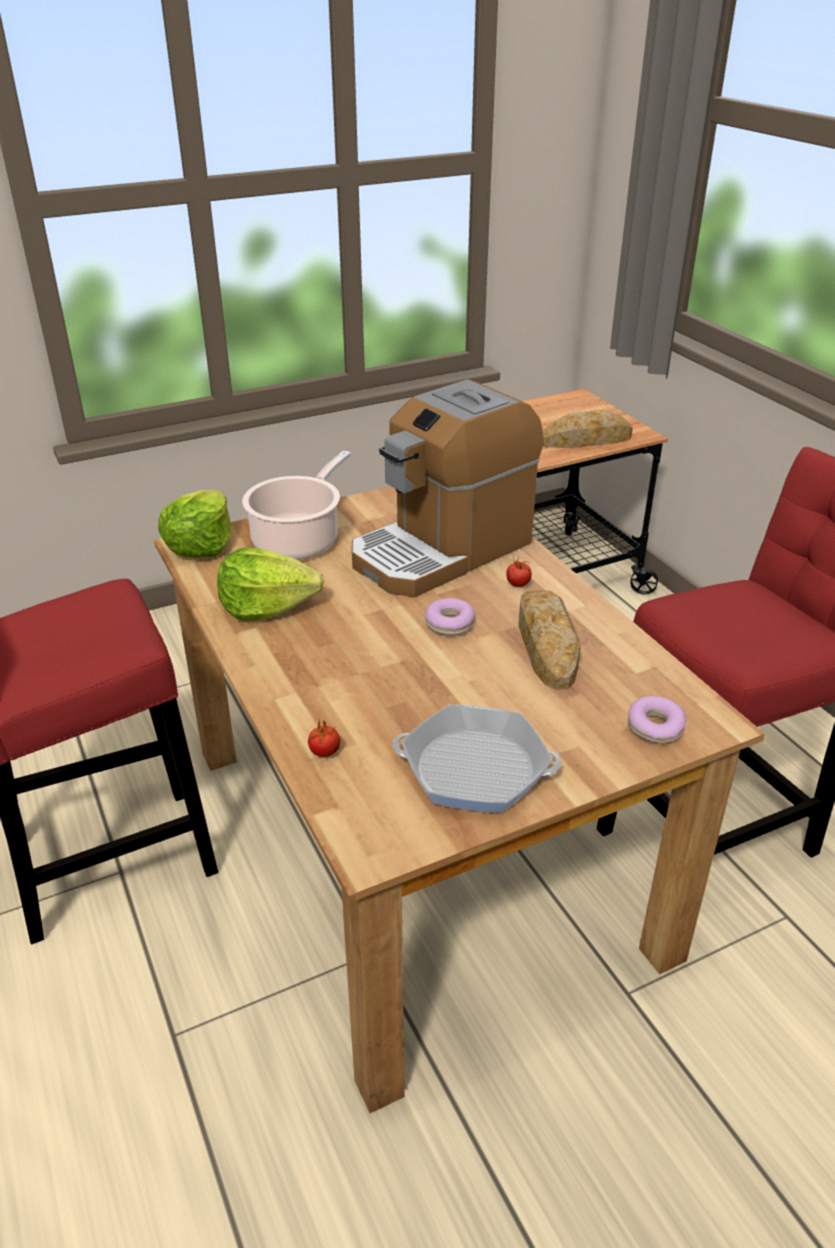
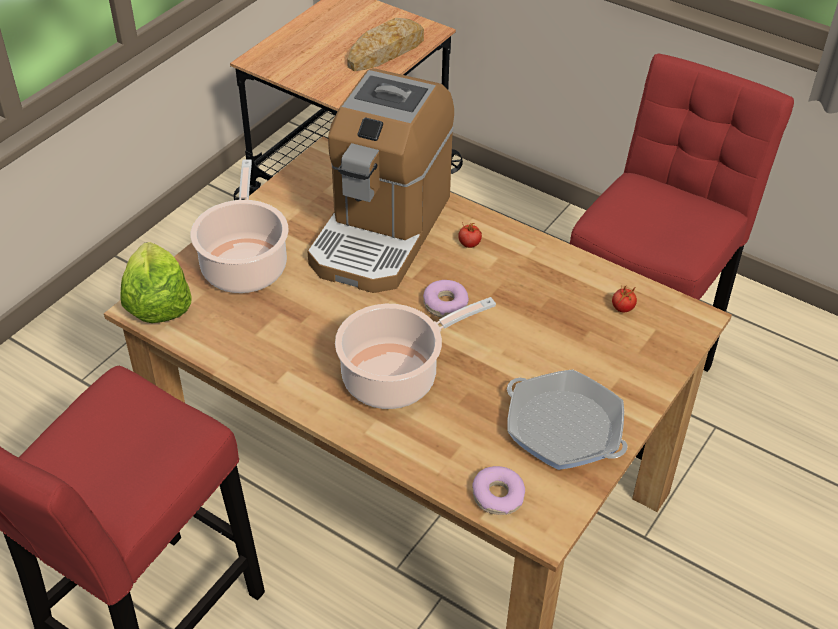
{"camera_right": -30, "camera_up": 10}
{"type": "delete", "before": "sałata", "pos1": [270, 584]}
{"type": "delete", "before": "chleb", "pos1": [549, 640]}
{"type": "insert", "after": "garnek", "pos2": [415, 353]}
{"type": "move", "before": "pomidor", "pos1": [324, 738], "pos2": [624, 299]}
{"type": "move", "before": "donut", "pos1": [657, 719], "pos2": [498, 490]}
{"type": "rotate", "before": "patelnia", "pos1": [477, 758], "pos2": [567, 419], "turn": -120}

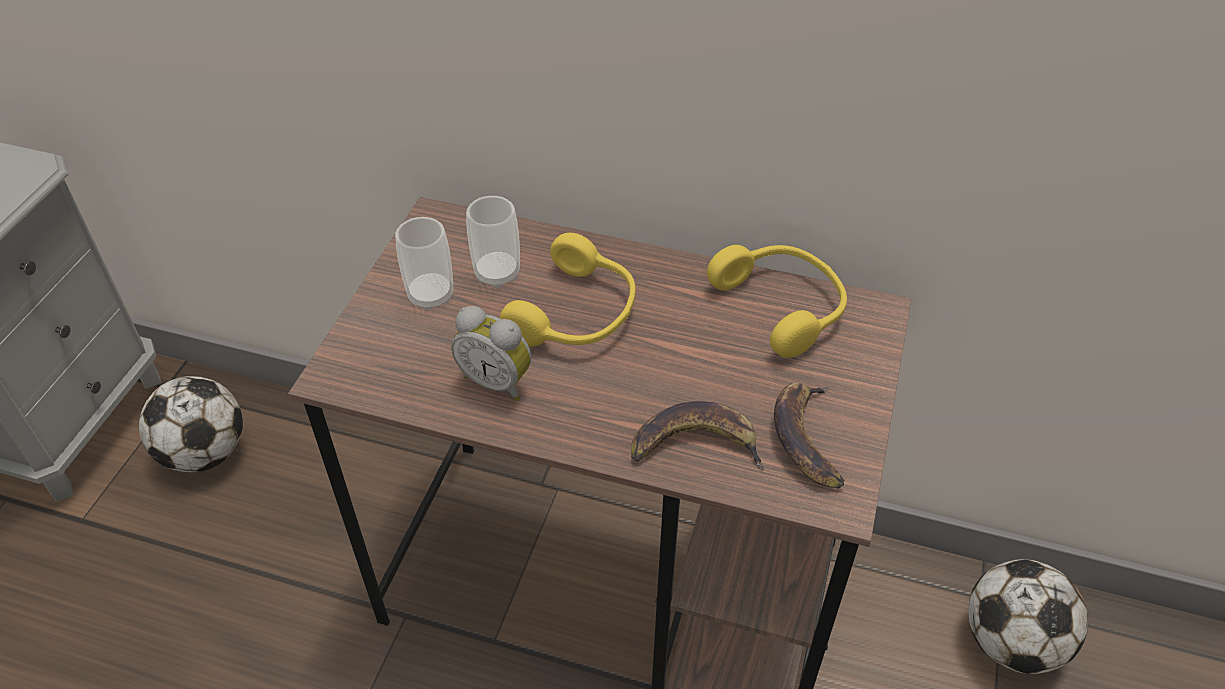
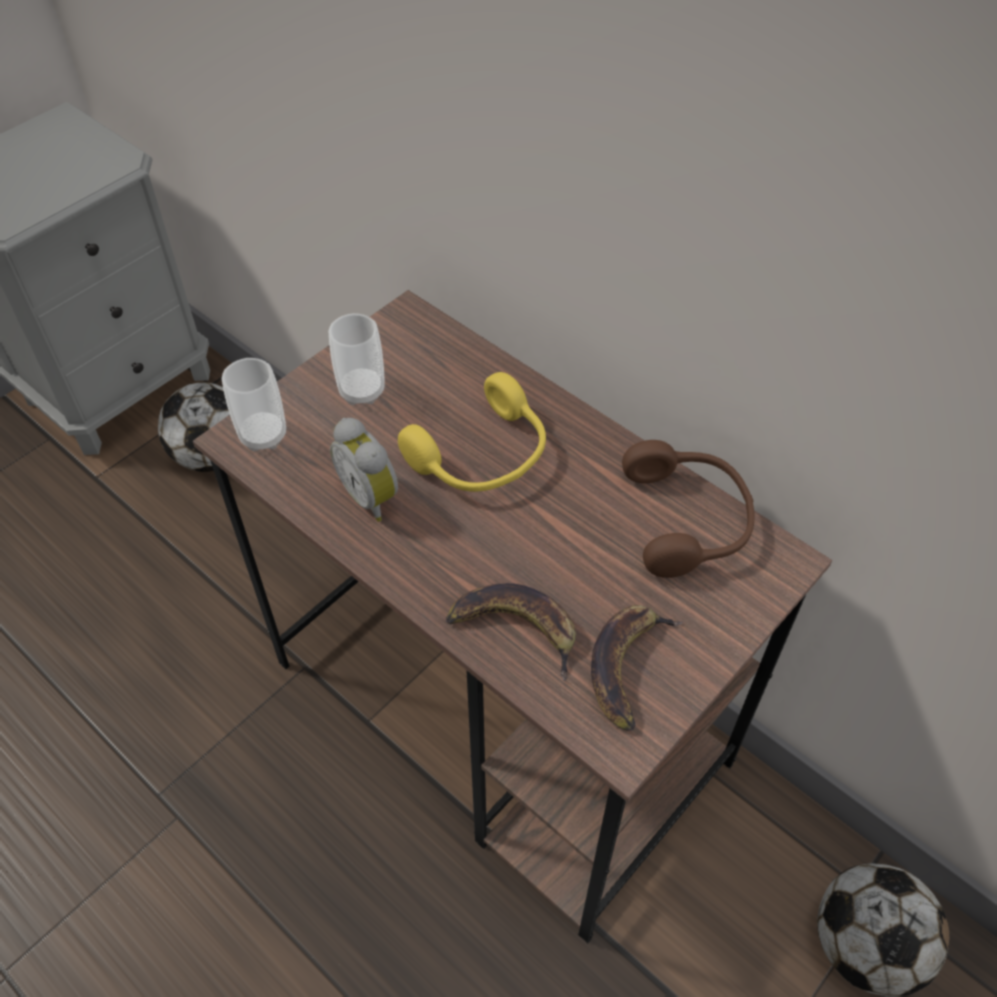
{"camera_right": 25, "camera_up": 5}
{"type": "move", "before": "filiżanka", "pos1": [493, 242], "pos2": [254, 404]}
{"type": "recolor", "before": "słuchawki/żółty", "after": "słuchawki/brązowy", "pos1": [777, 301], "pos2": [688, 509]}

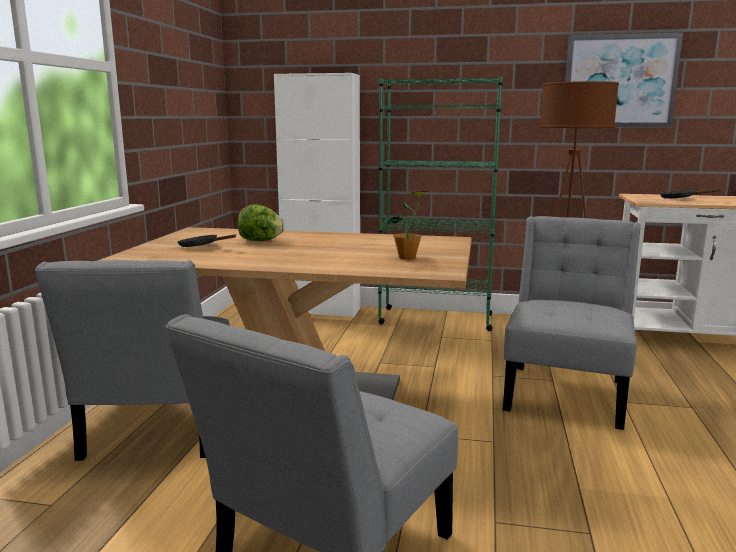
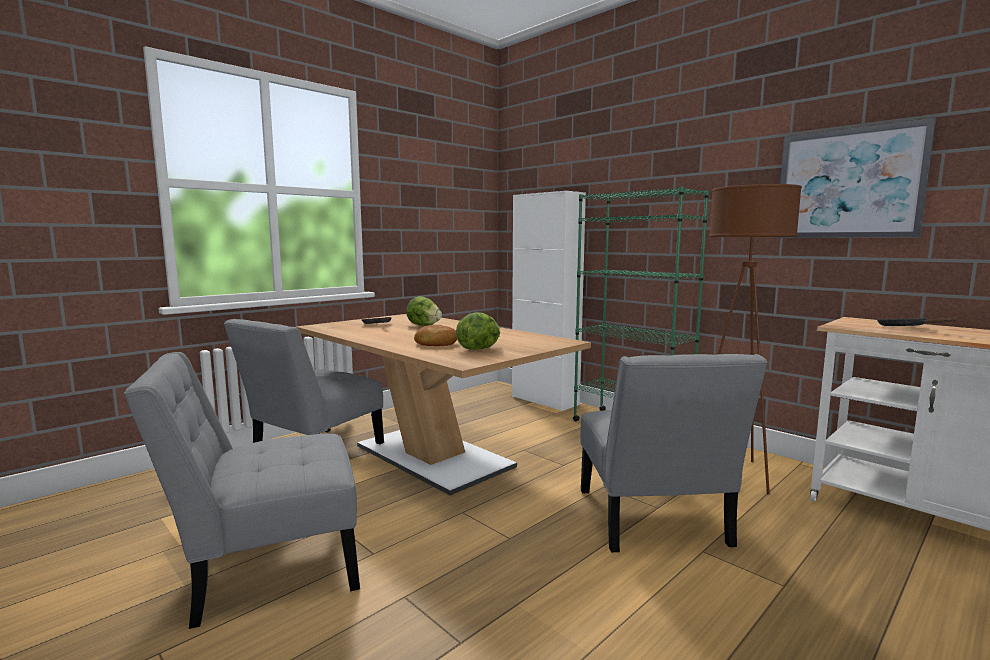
{"camera_right": 35, "camera_up": -5}
{"type": "insert", "after": "chleb", "pos2": [435, 335]}
{"type": "replace", "before": "roślina doniczkowa", "after": "sałata", "pos1": [407, 225], "pos2": [478, 331]}
{"type": "rotate", "before": "krzesło/szary", "pos1": [572, 323], "pos2": [674, 453], "turn": 120}

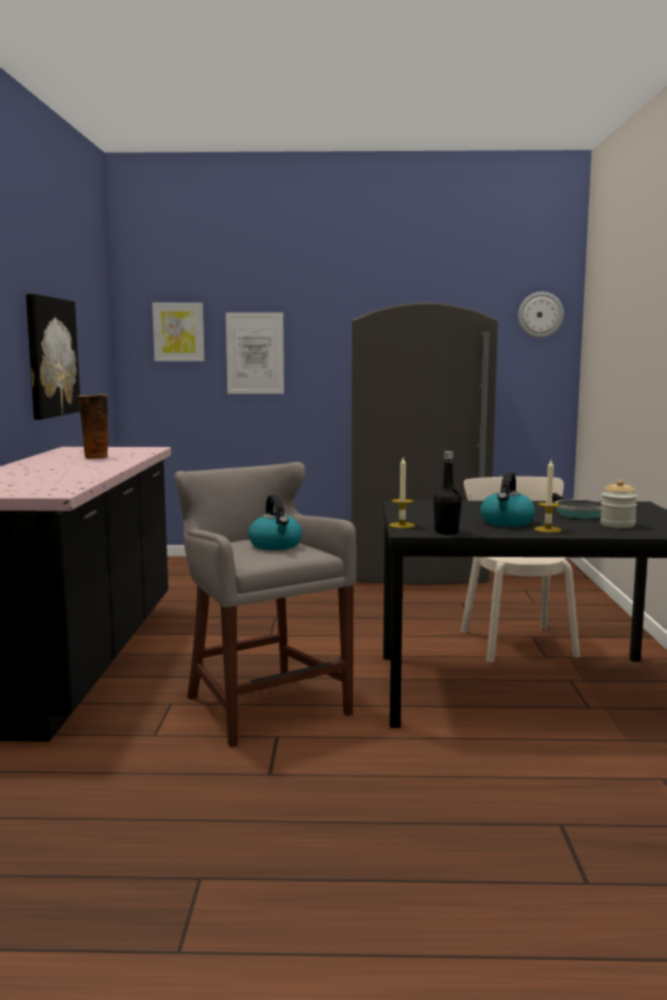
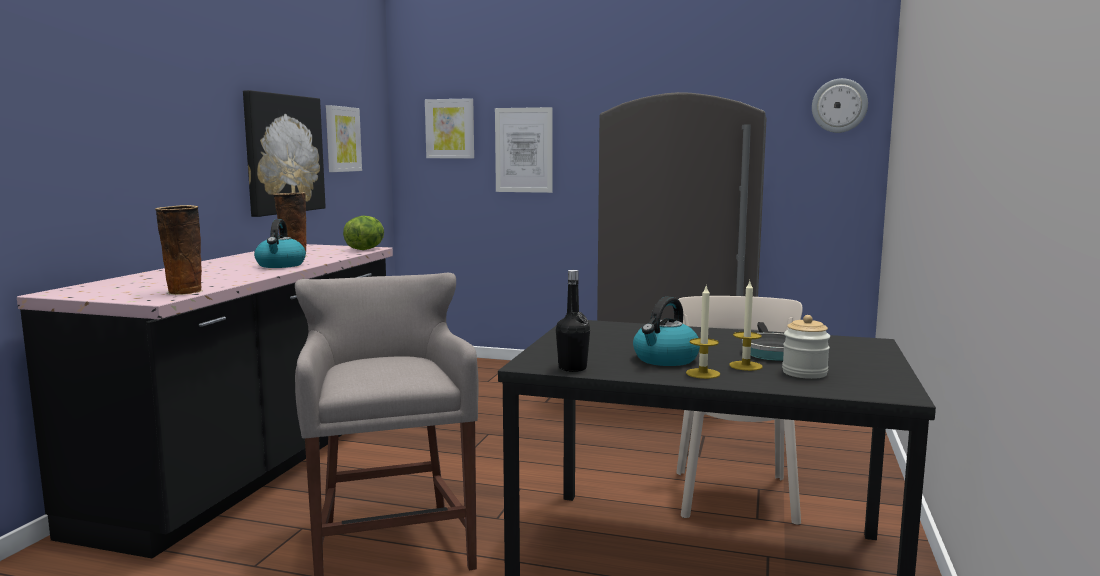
{"camera_right": 15, "camera_up": 0}
{"type": "insert", "after": "wazon", "pos2": [178, 250]}
{"type": "insert", "after": "obraz", "pos2": [344, 138]}
{"type": "insert", "after": "sałata", "pos2": [363, 233]}
{"type": "move", "before": "czajnik", "pos1": [275, 522], "pos2": [280, 243]}
{"type": "move", "before": "świeca", "pos1": [402, 492], "pos2": [746, 326]}

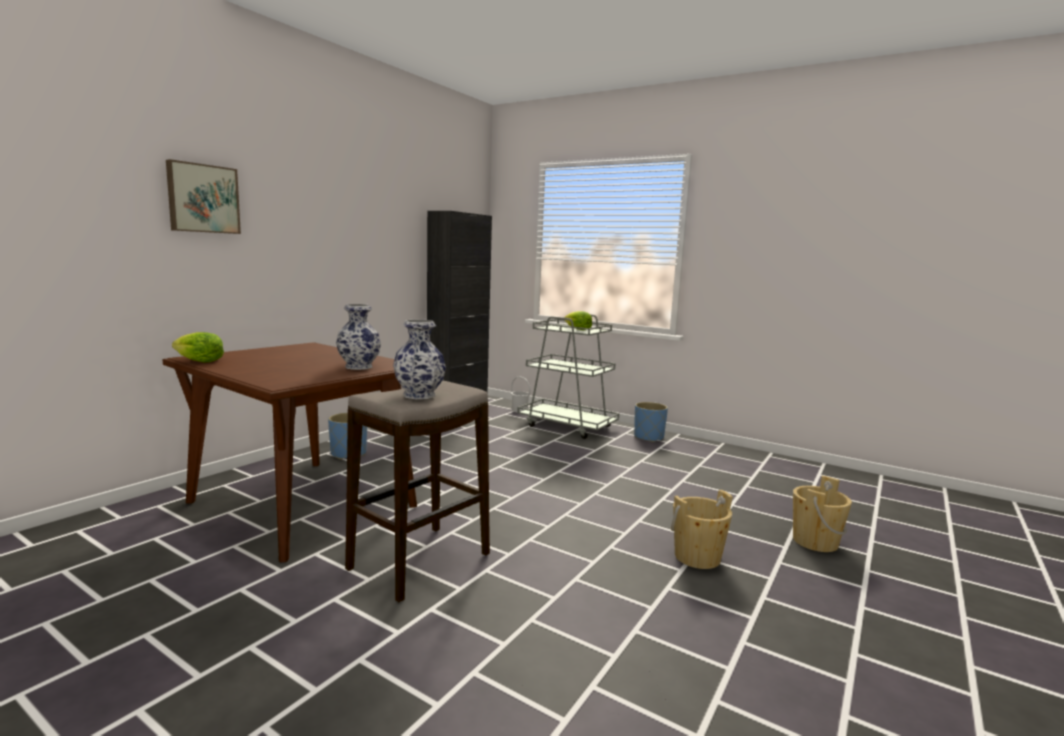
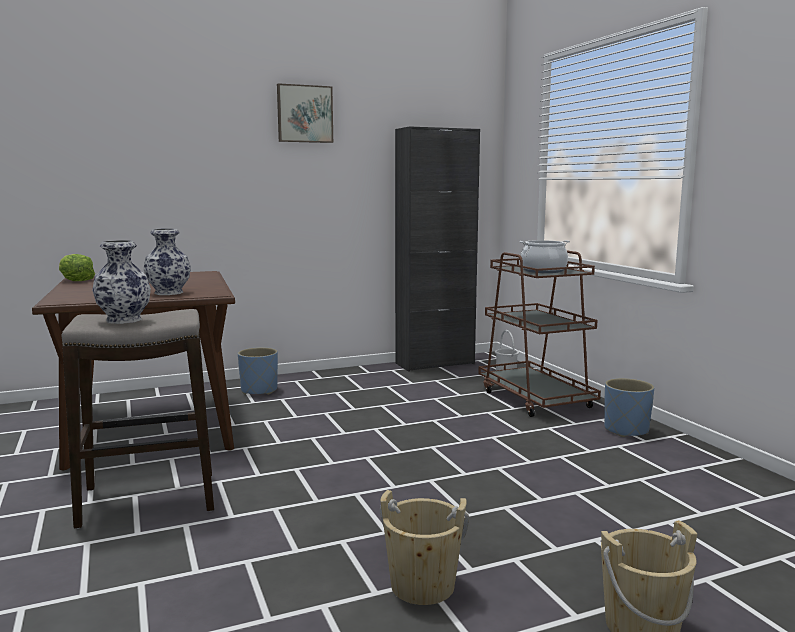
{"camera_right": 35, "camera_up": 0}
{"type": "move", "before": "obraz", "pos1": [203, 196], "pos2": [305, 113]}
{"type": "replace", "before": "sałata", "after": "garnek", "pos1": [578, 320], "pos2": [545, 256]}
{"type": "recolor", "before": "wózek/szary", "after": "wózek/brązowy", "pos1": [568, 376], "pos2": [539, 334]}

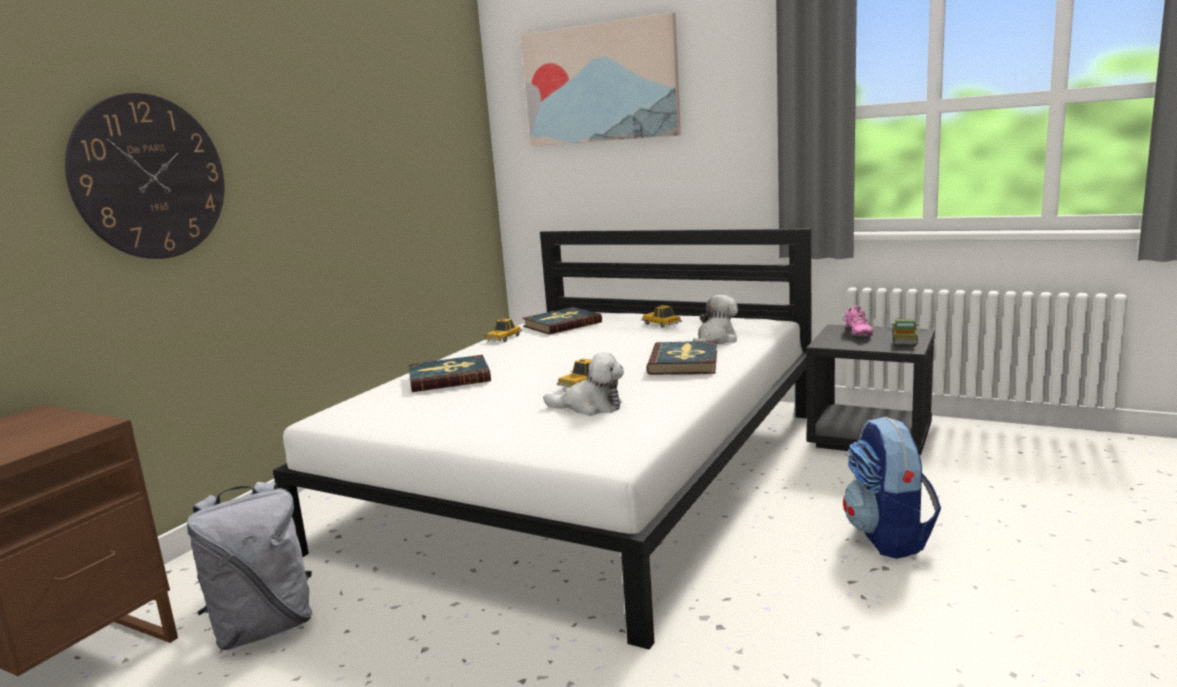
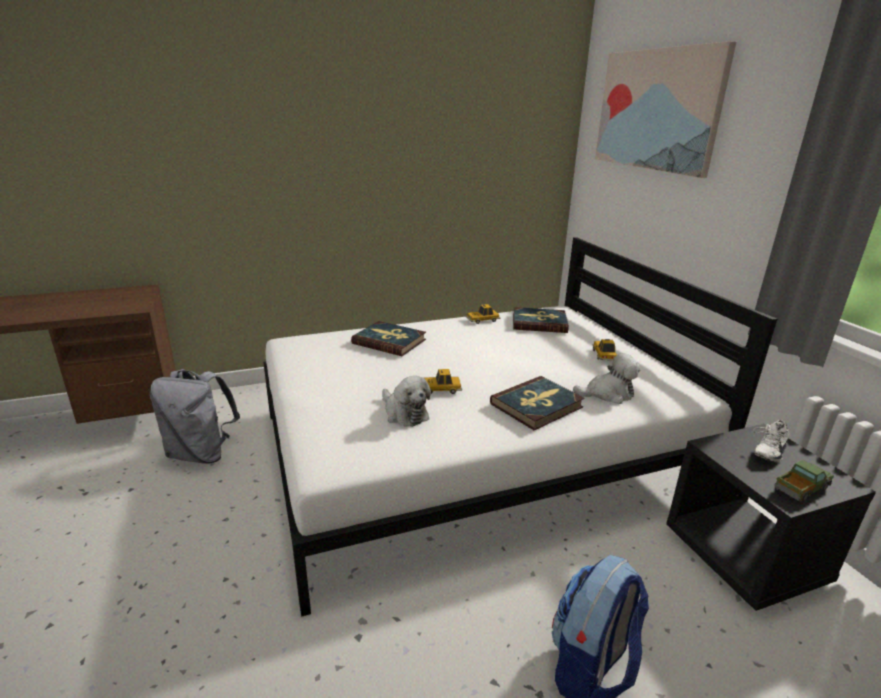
{"camera_right": 40, "camera_up": 10}
{"type": "delete", "before": "zegar ścienny", "pos1": [145, 176]}
{"type": "recolor", "before": "but/różowy", "after": "but/biały", "pos1": [858, 320], "pos2": [771, 441]}

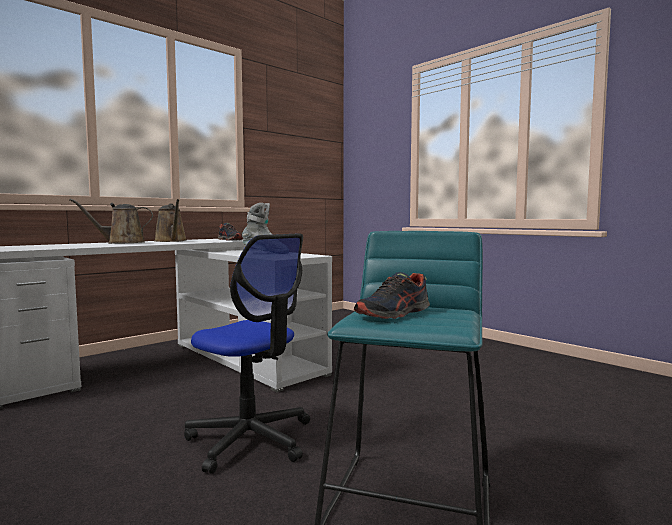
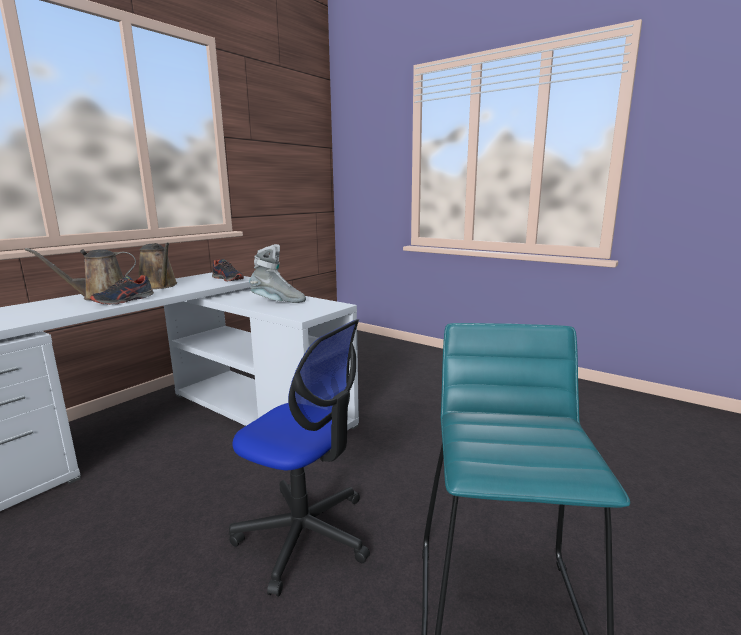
{"camera_right": -10, "camera_up": 10}
{"type": "move", "before": "but", "pos1": [392, 295], "pos2": [122, 290]}

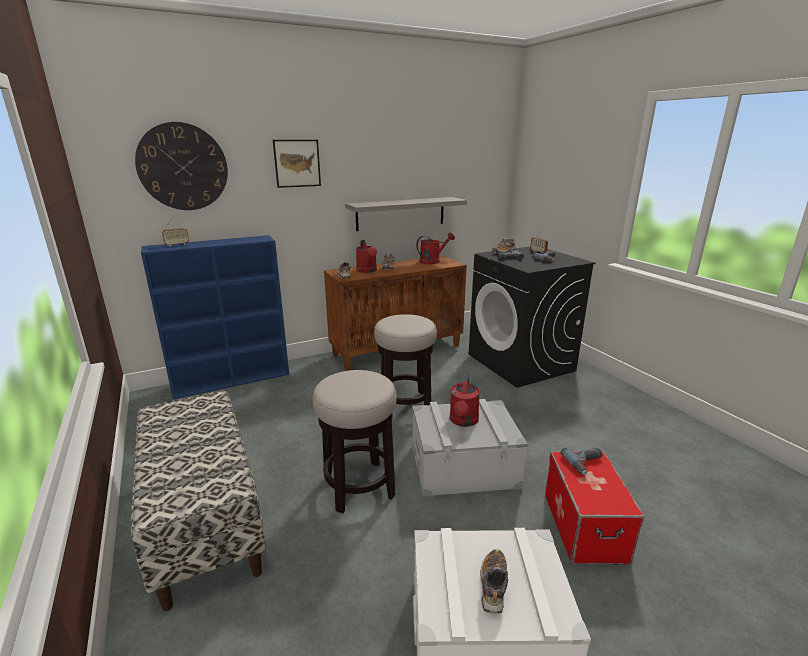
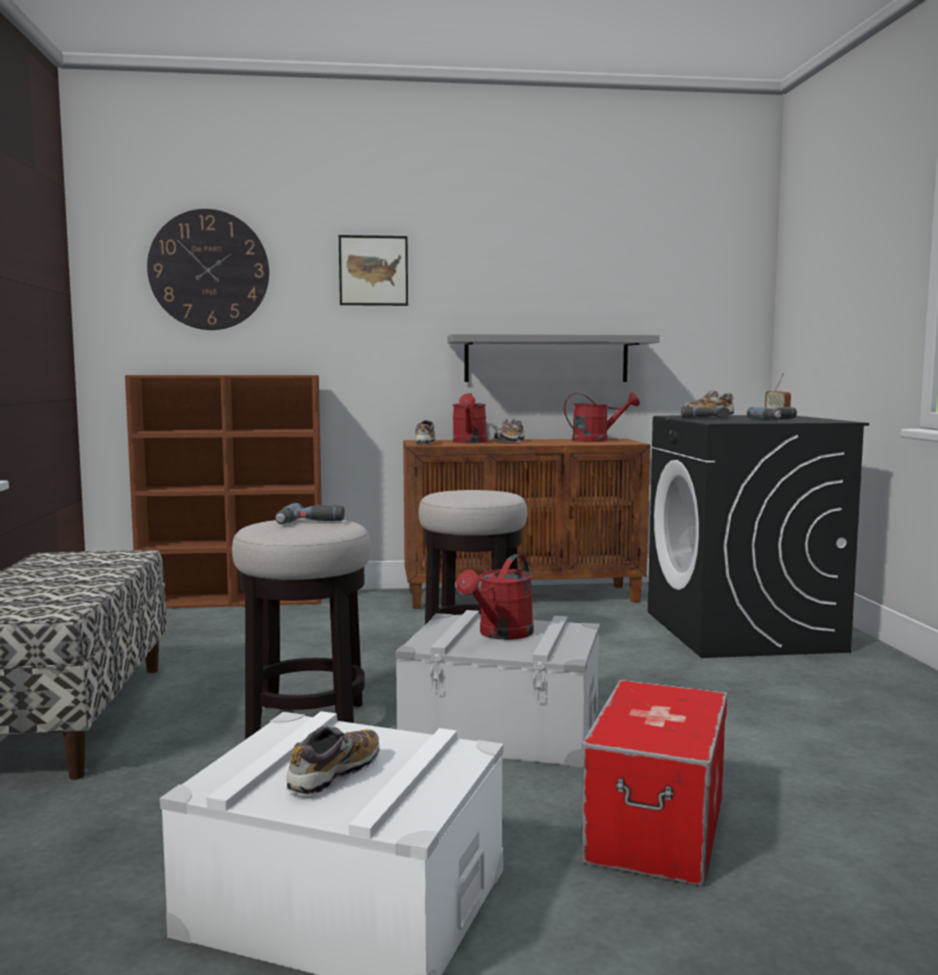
{"camera_right": 20, "camera_up": -15}
{"type": "delete", "before": "radio", "pos1": [175, 231]}
{"type": "move", "before": "wiertarka", "pos1": [581, 461], "pos2": [310, 513]}
{"type": "recolor", "before": "regał/niebieski", "after": "regał/brązowy", "pos1": [215, 317], "pos2": [223, 492]}

